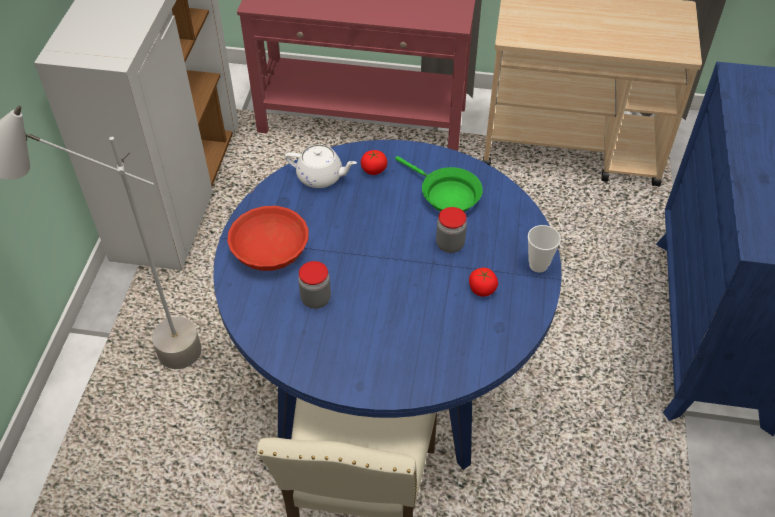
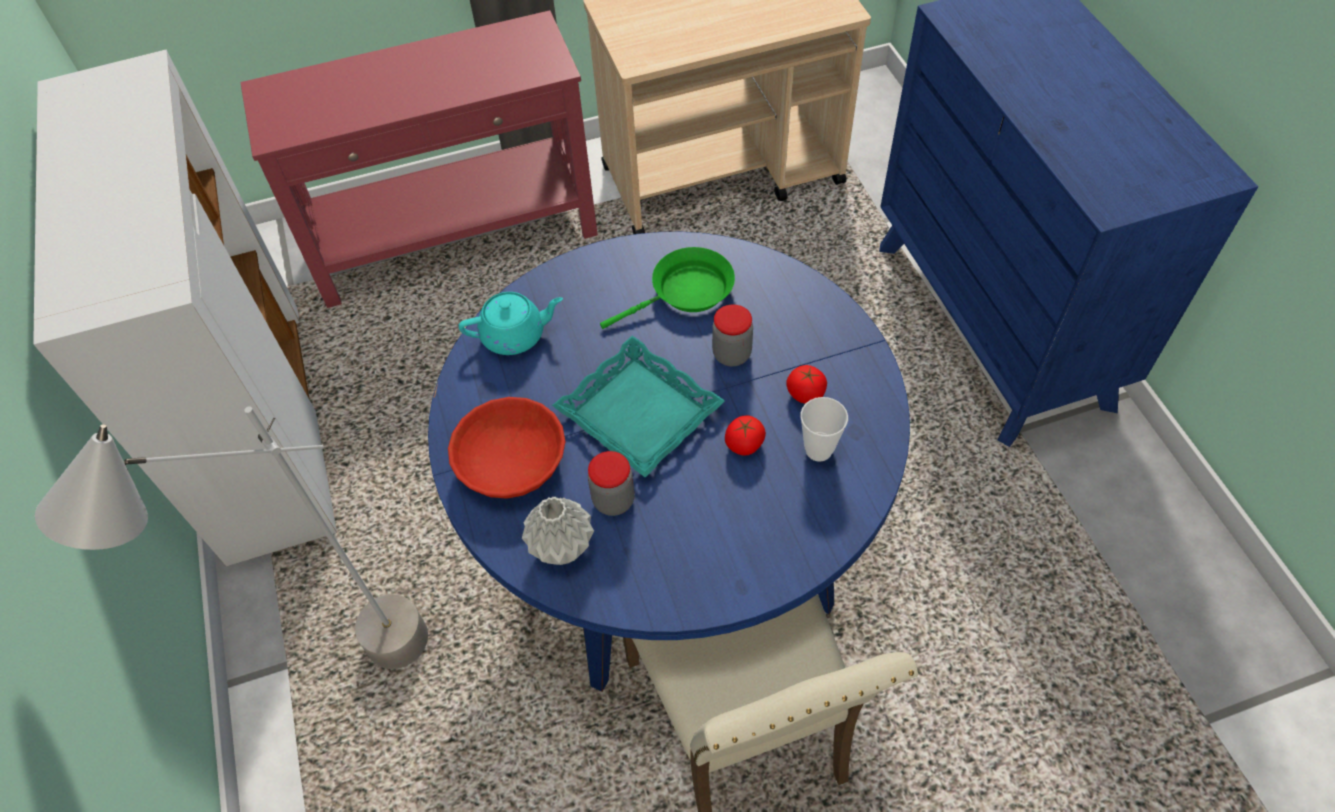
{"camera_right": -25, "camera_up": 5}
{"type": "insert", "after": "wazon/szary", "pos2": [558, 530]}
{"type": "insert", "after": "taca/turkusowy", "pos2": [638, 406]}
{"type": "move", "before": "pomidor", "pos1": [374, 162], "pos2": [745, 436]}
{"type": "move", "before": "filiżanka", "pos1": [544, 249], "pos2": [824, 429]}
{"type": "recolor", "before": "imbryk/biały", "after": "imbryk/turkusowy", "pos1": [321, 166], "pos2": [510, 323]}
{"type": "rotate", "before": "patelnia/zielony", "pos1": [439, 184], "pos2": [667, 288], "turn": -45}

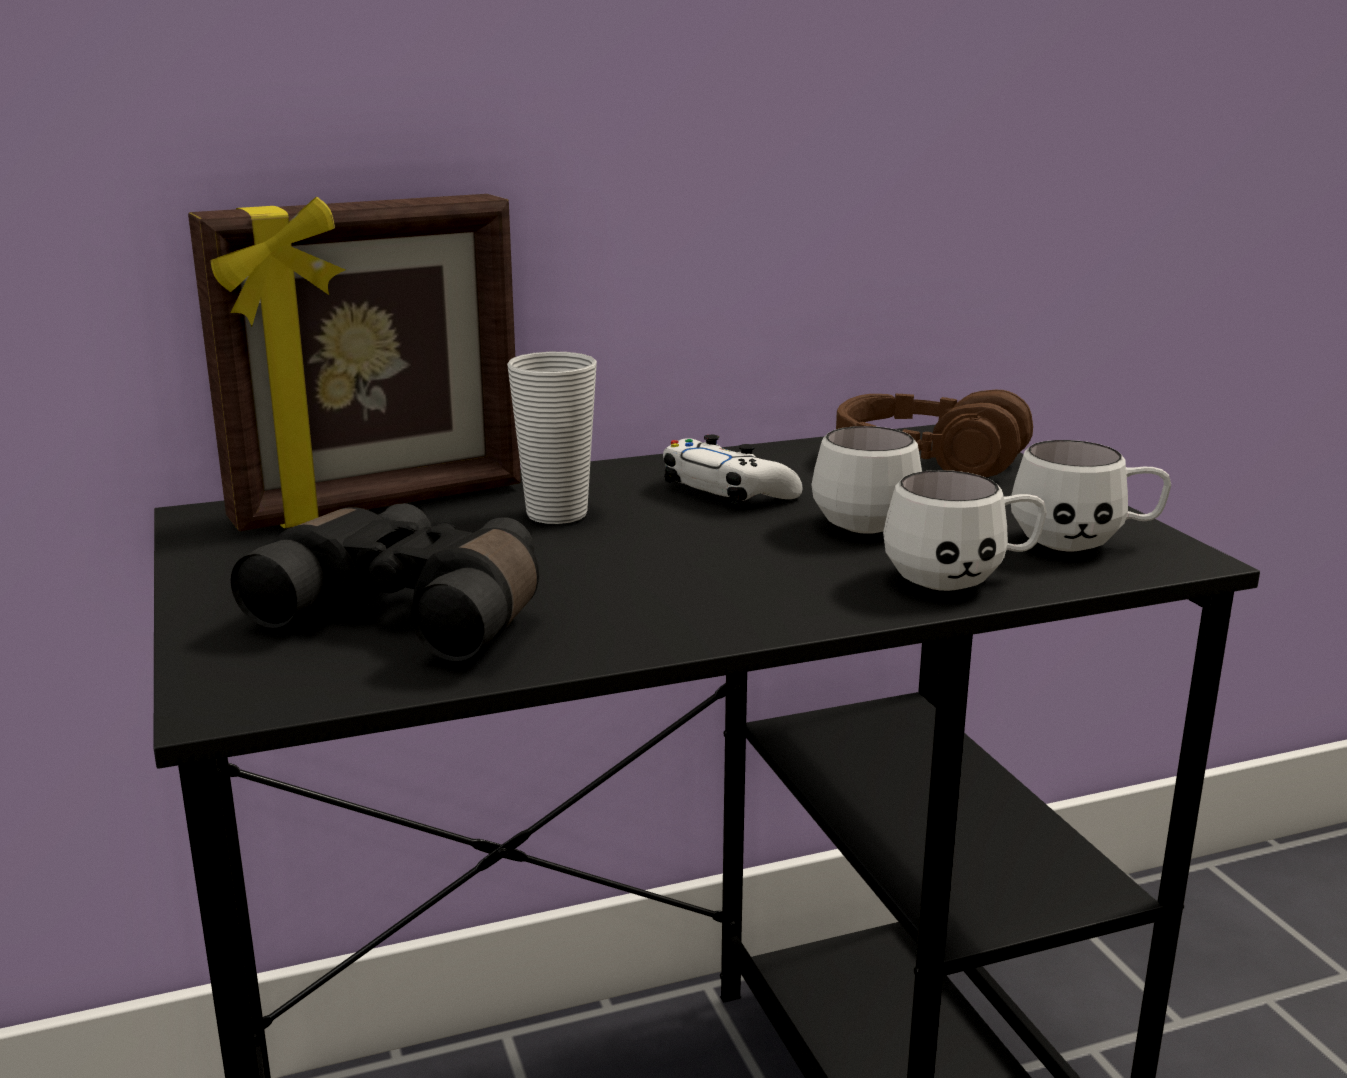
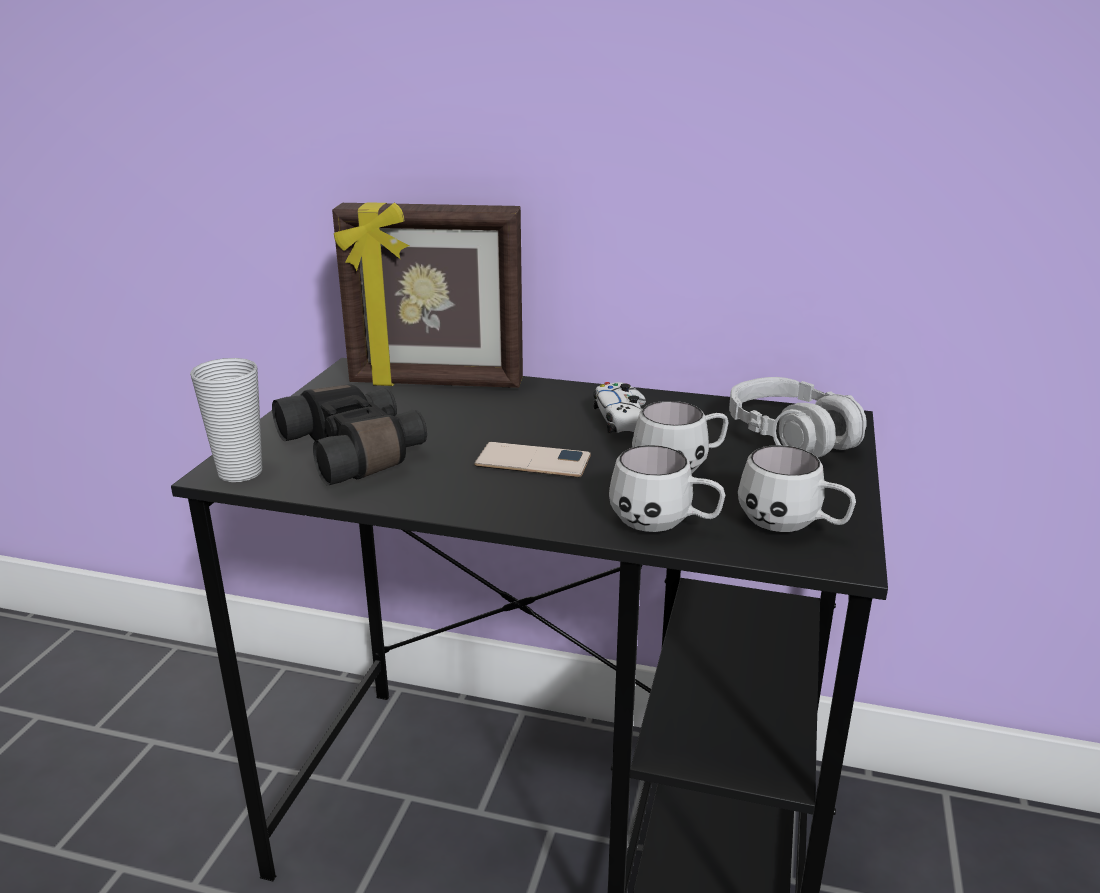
{"camera_right": 35, "camera_up": 5}
{"type": "insert", "after": "telefon", "pos2": [532, 459]}
{"type": "move", "before": "filiżanka", "pos1": [552, 438], "pos2": [226, 420]}
{"type": "recolor", "before": "słuchawki/brązowy", "after": "słuchawki/szary", "pos1": [934, 433], "pos2": [798, 417]}

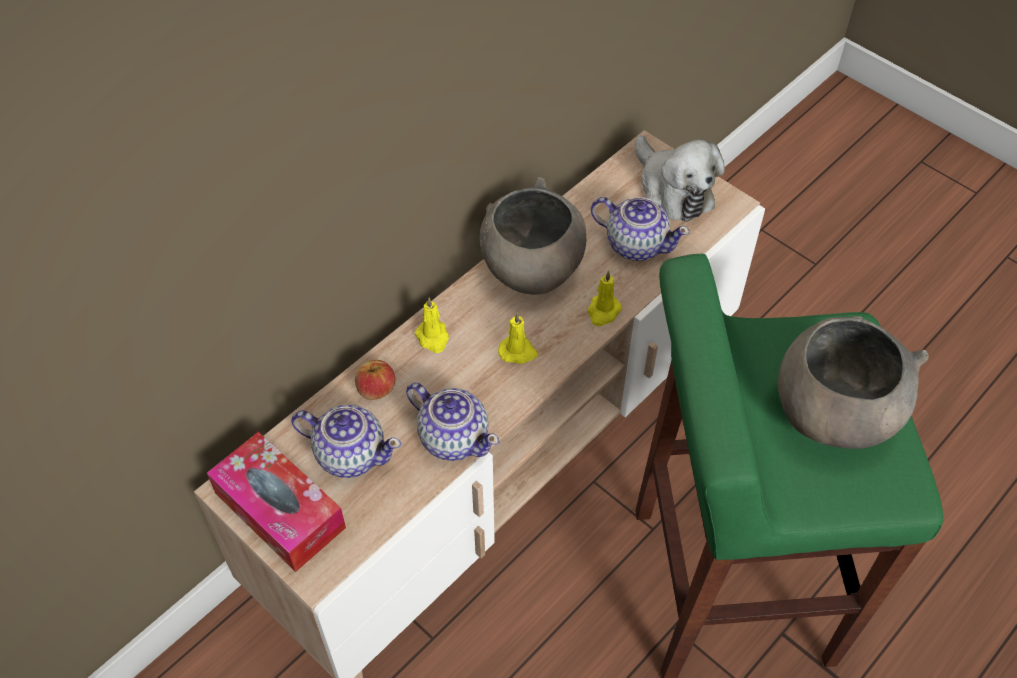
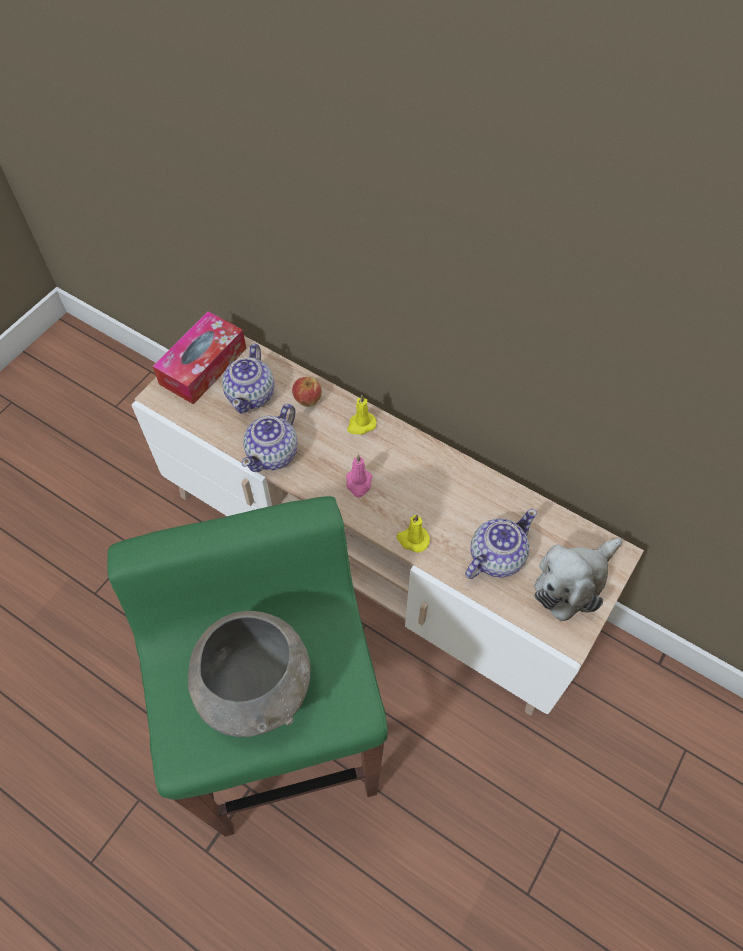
{"camera_right": 80, "camera_up": 5}
{"type": "delete", "before": "miska/szary", "pos1": [533, 236]}
{"type": "recolor", "before": "świeca/żółty", "after": "świeca/różowy", "pos1": [518, 338], "pos2": [359, 476]}
{"type": "rotate", "before": "imbryk", "pos1": [640, 229], "pos2": [501, 544], "turn": -150}

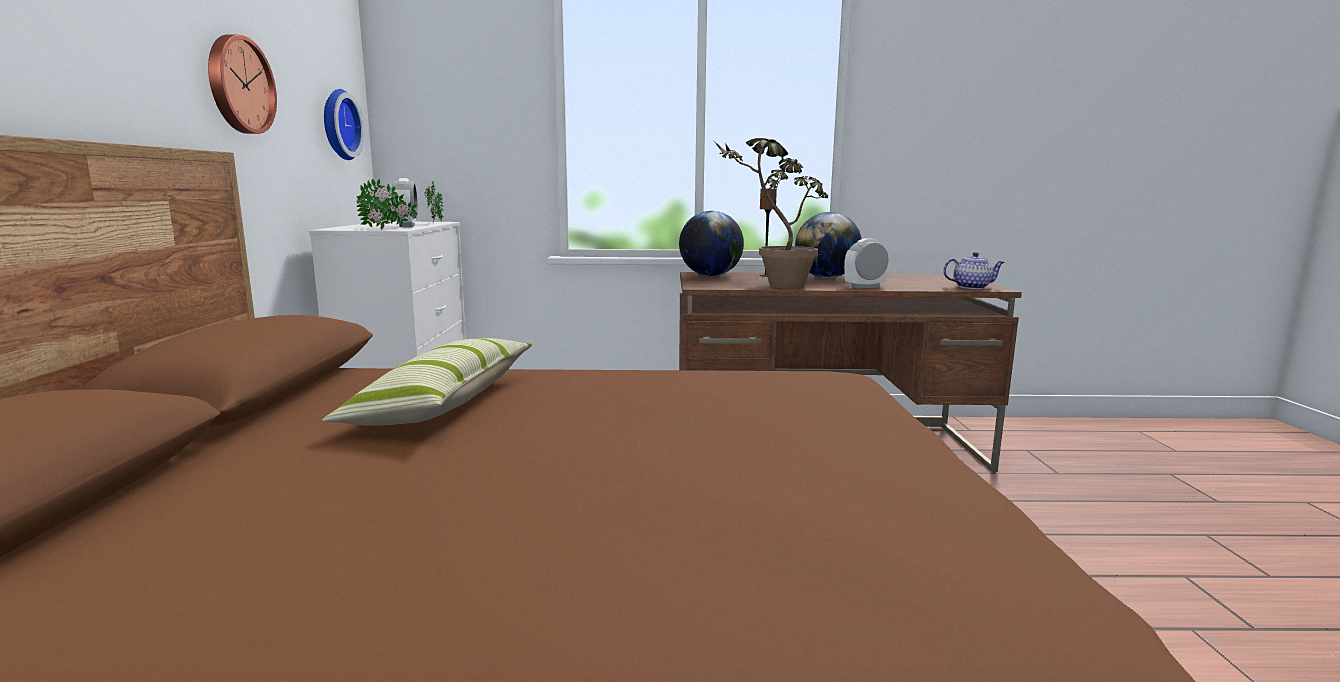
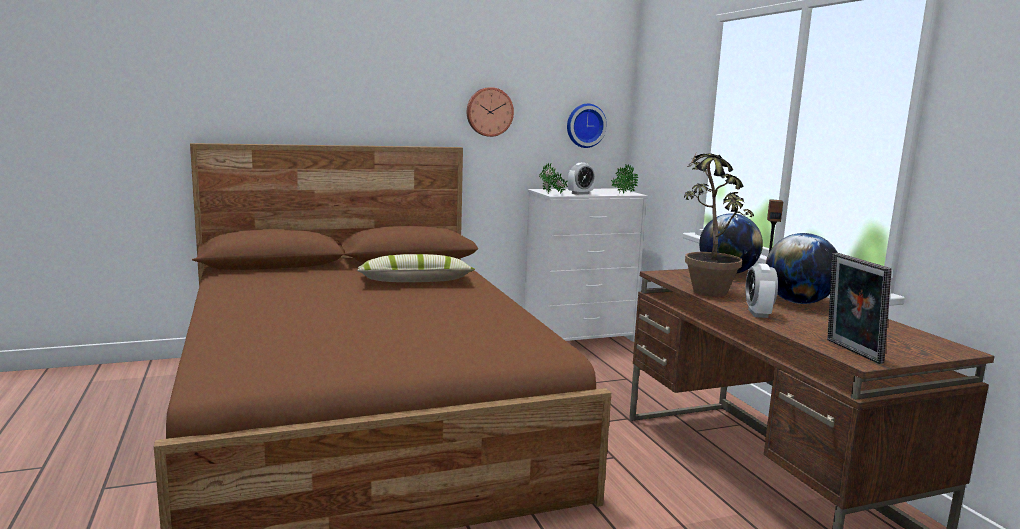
{"camera_right": 70, "camera_up": 0}
{"type": "replace", "before": "imbryk", "after": "ramka na zdjęcie", "pos1": [974, 270], "pos2": [859, 308]}
{"type": "rotate", "before": "budzik", "pos1": [866, 263], "pos2": [761, 290], "turn": -135}

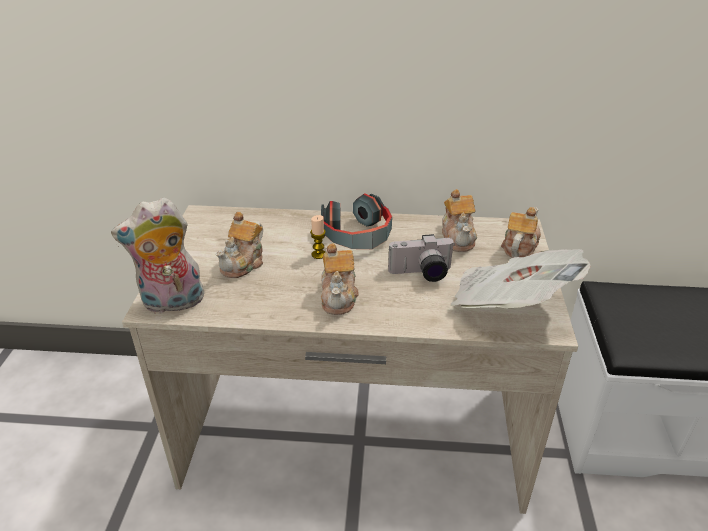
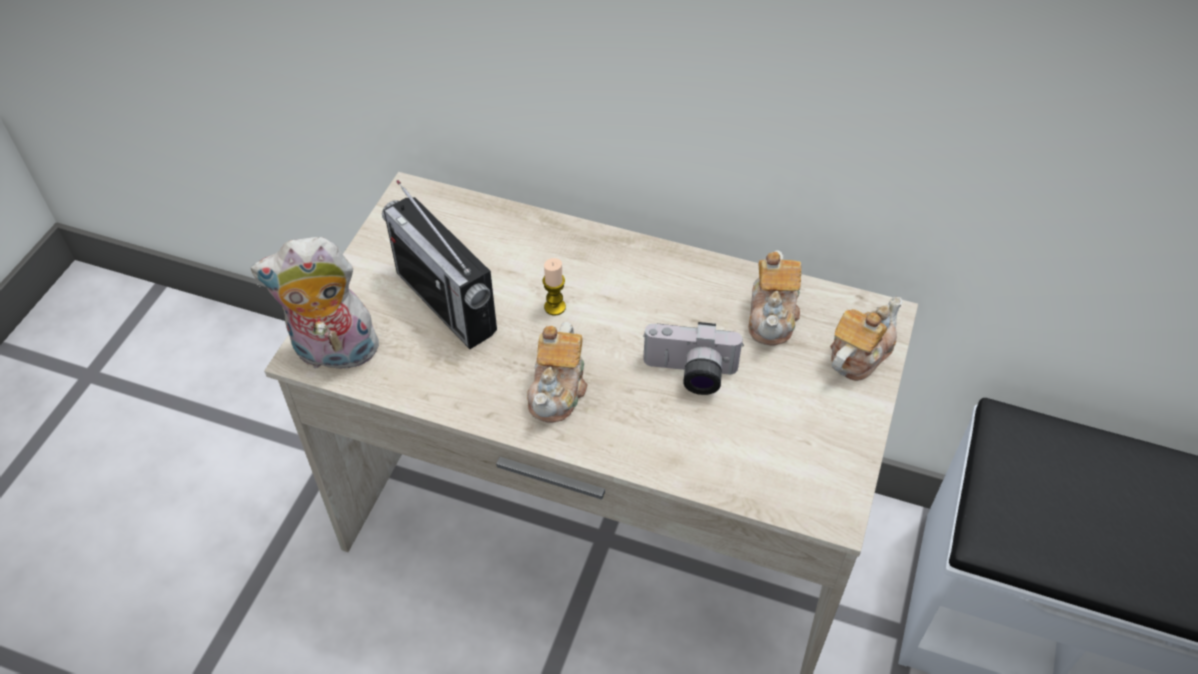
{"camera_right": 15, "camera_up": 15}
{"type": "delete", "before": "słuchawki", "pos1": [356, 221]}
{"type": "delete", "before": "gazeta", "pos1": [520, 279]}
{"type": "replace", "before": "imbryk", "after": "radio", "pos1": [239, 245], "pos2": [439, 264]}

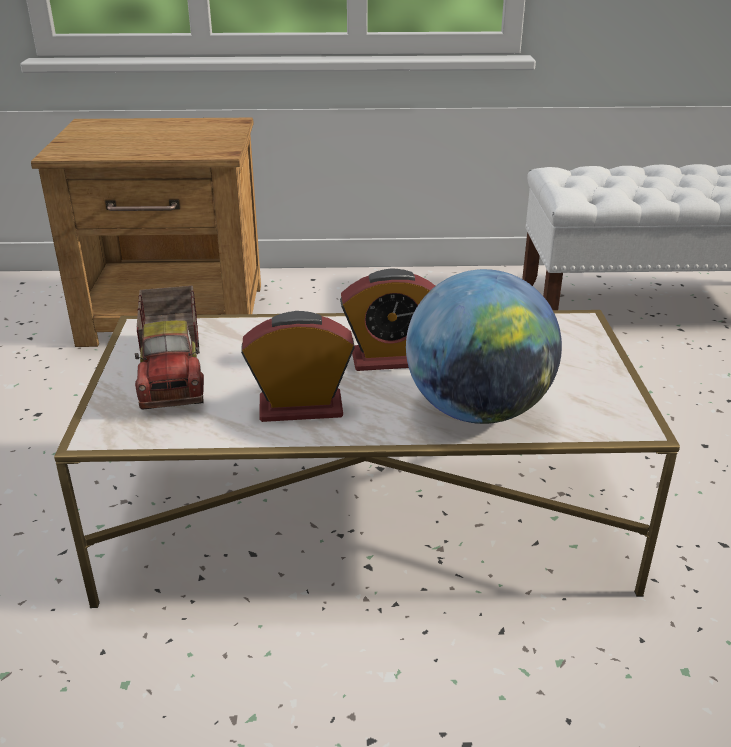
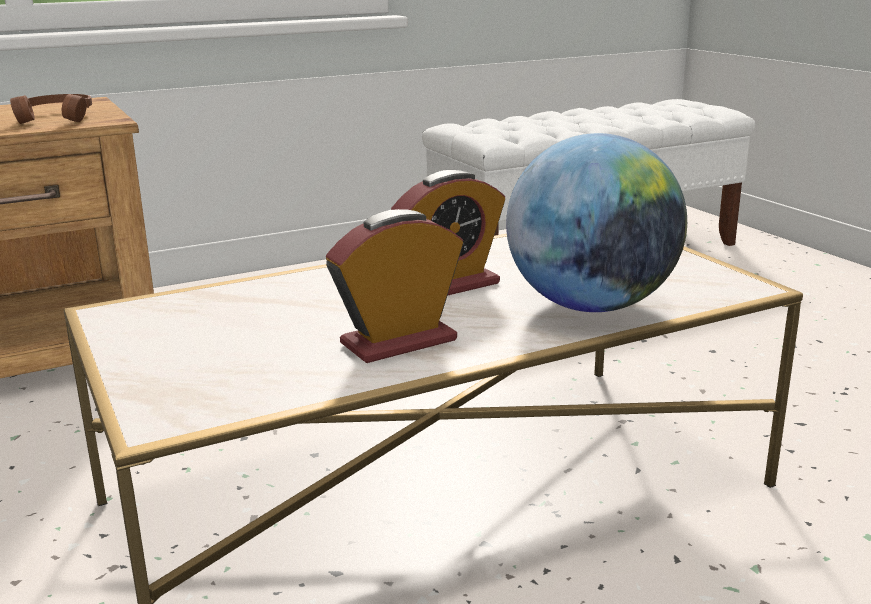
{"camera_right": -25, "camera_up": -10}
{"type": "delete", "before": "ciężarówka zabawkowa", "pos1": [169, 348]}
{"type": "insert", "after": "słuchawki/brązowy", "pos2": [51, 109]}

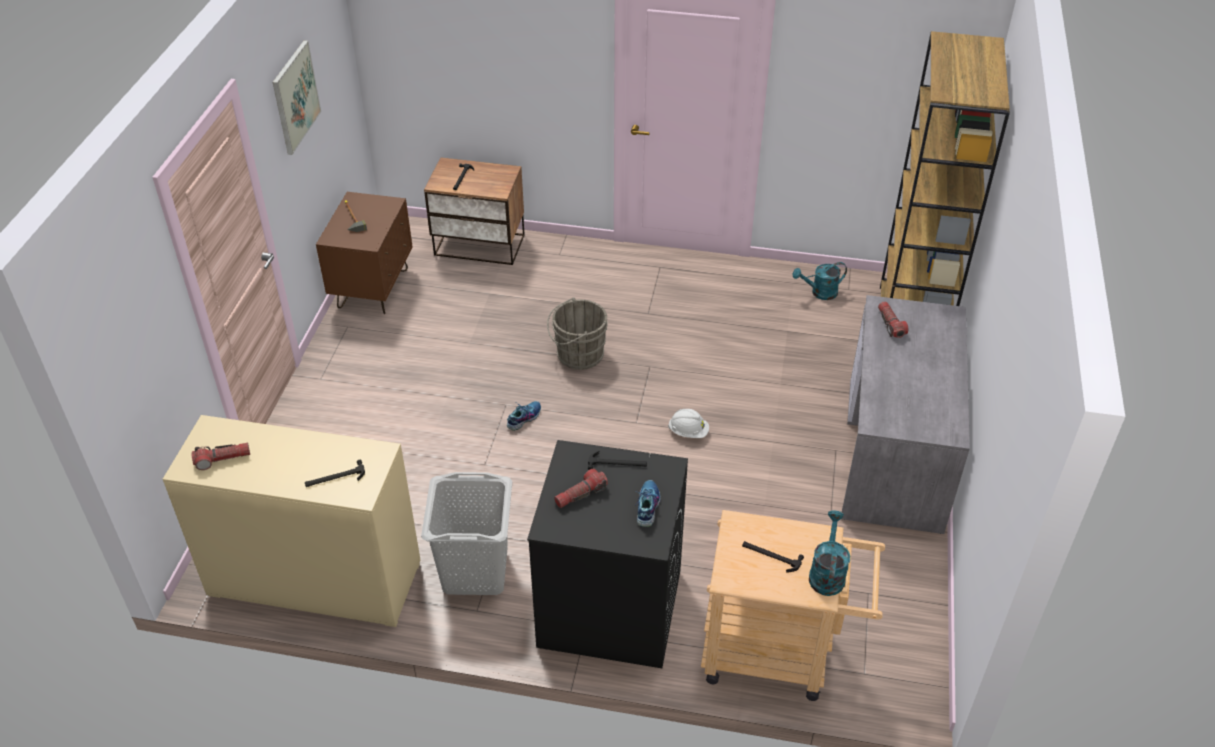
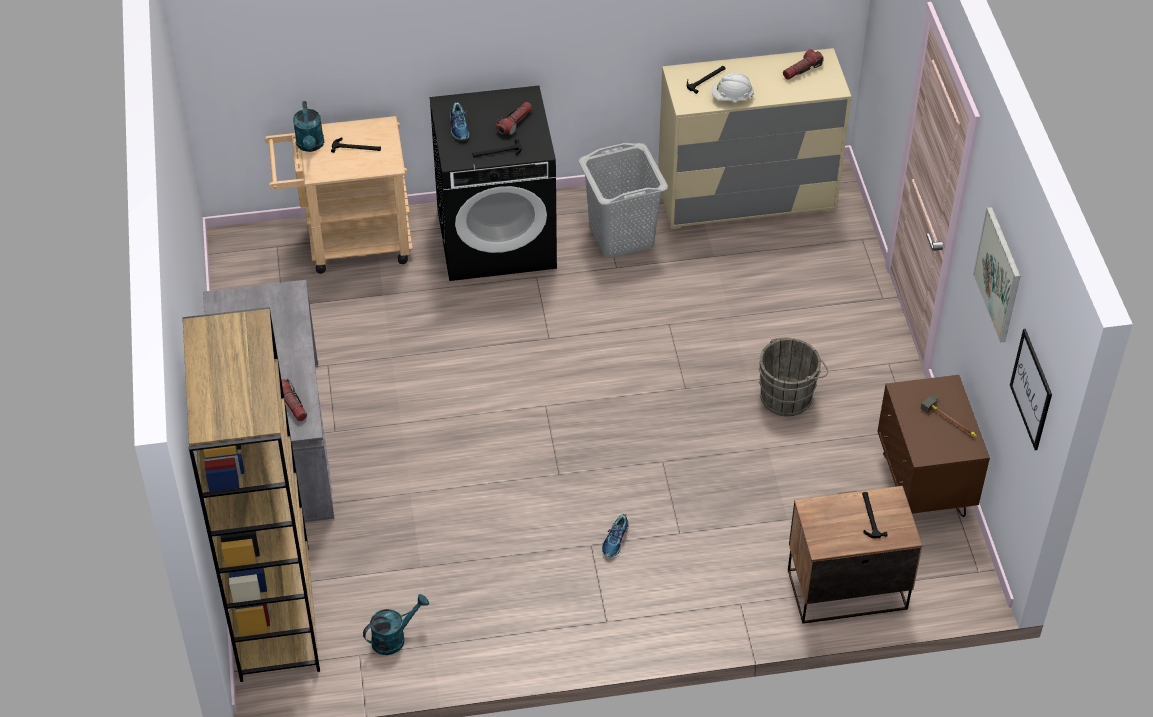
{"camera_right": 160, "camera_up": 5}
{"type": "insert", "after": "obraz", "pos2": [1031, 389]}
{"type": "move", "before": "but", "pos1": [524, 416], "pos2": [615, 535]}
{"type": "move", "before": "wiadro/szary", "pos1": [577, 333], "pos2": [793, 376]}
{"type": "move", "before": "kask/biały", "pos1": [688, 423], "pos2": [733, 86]}

